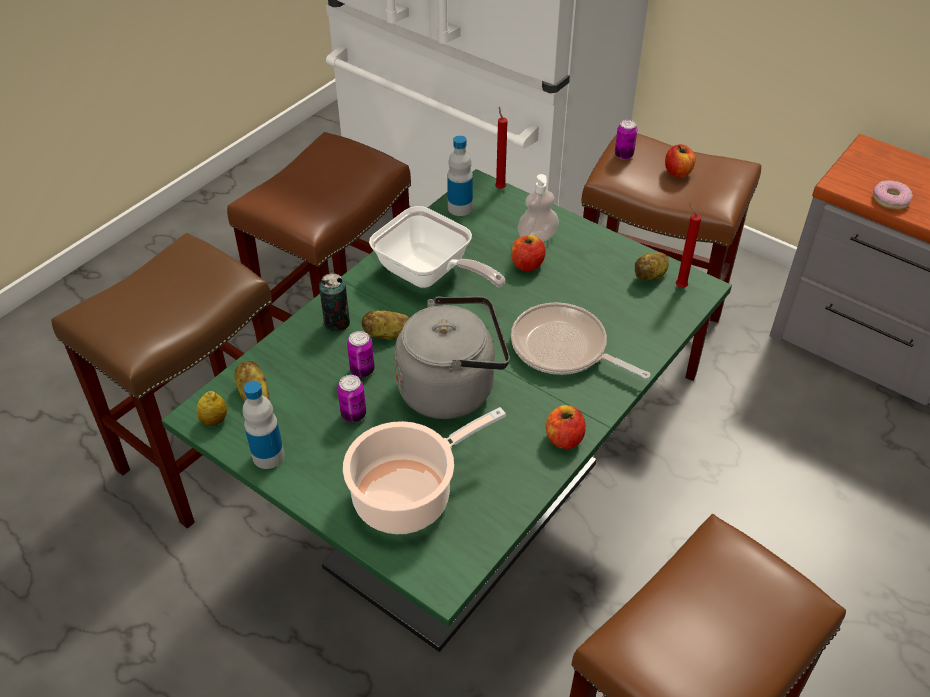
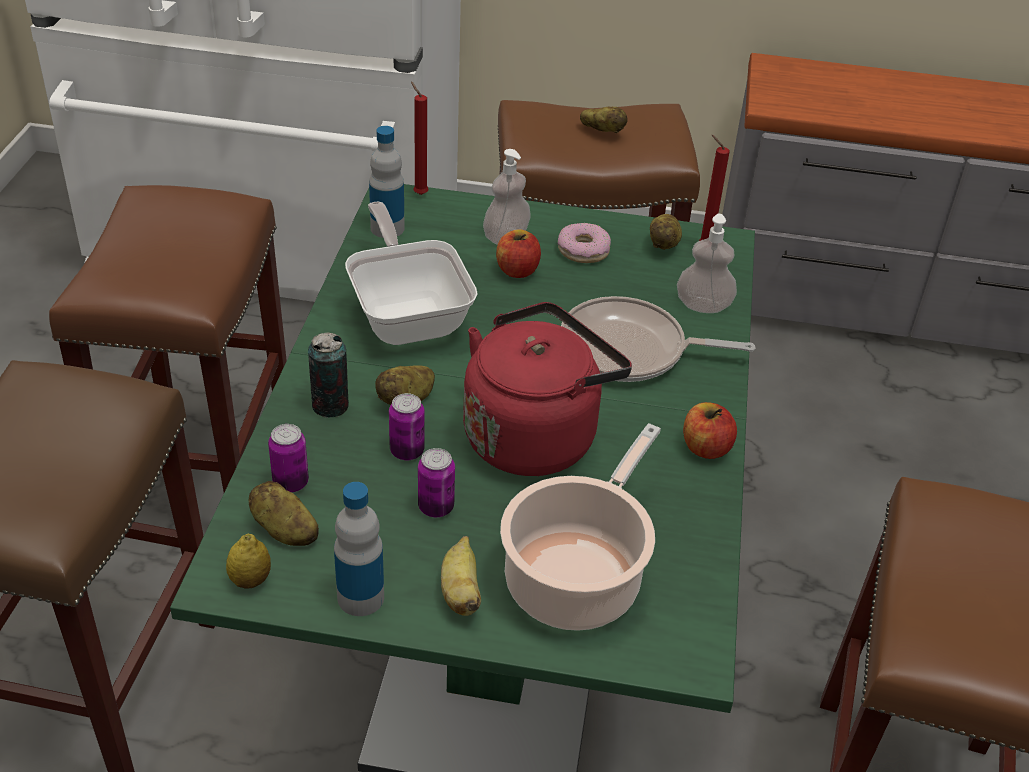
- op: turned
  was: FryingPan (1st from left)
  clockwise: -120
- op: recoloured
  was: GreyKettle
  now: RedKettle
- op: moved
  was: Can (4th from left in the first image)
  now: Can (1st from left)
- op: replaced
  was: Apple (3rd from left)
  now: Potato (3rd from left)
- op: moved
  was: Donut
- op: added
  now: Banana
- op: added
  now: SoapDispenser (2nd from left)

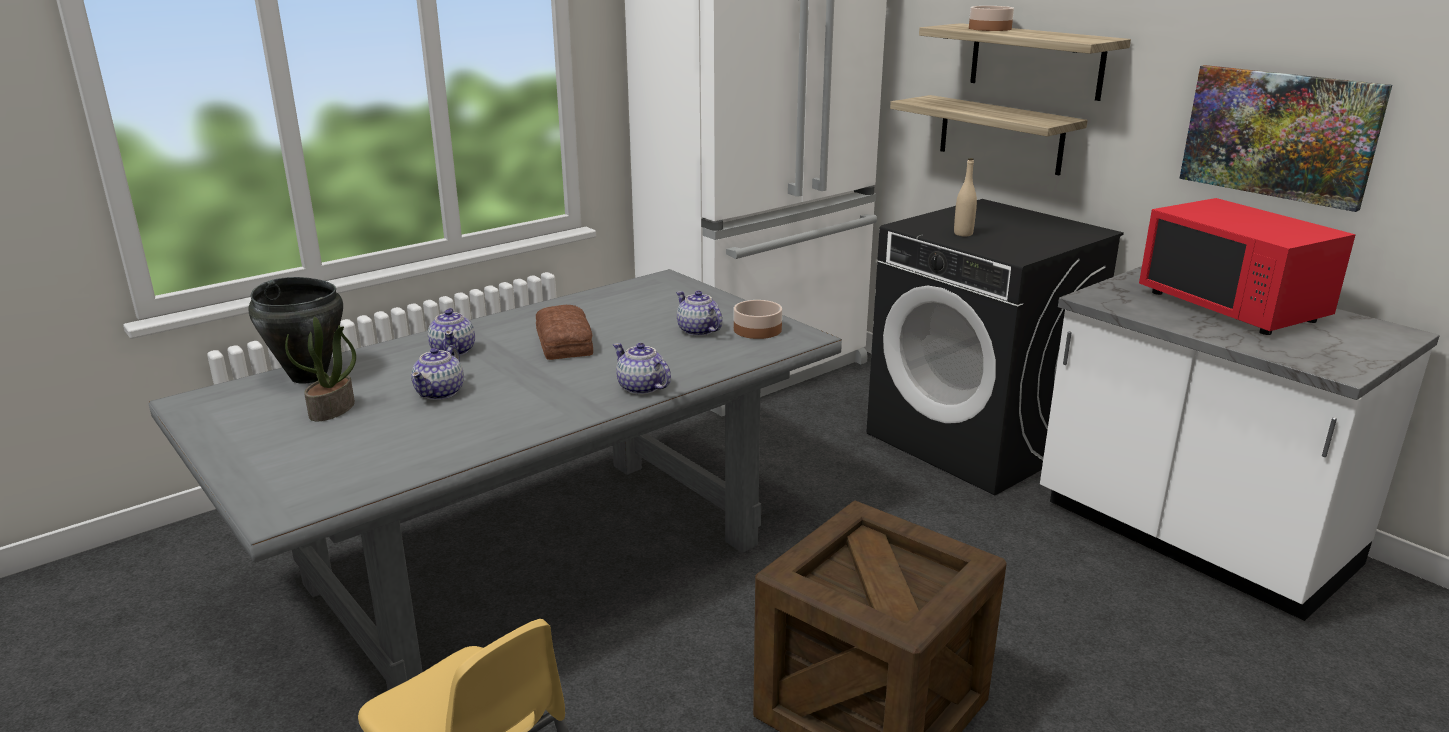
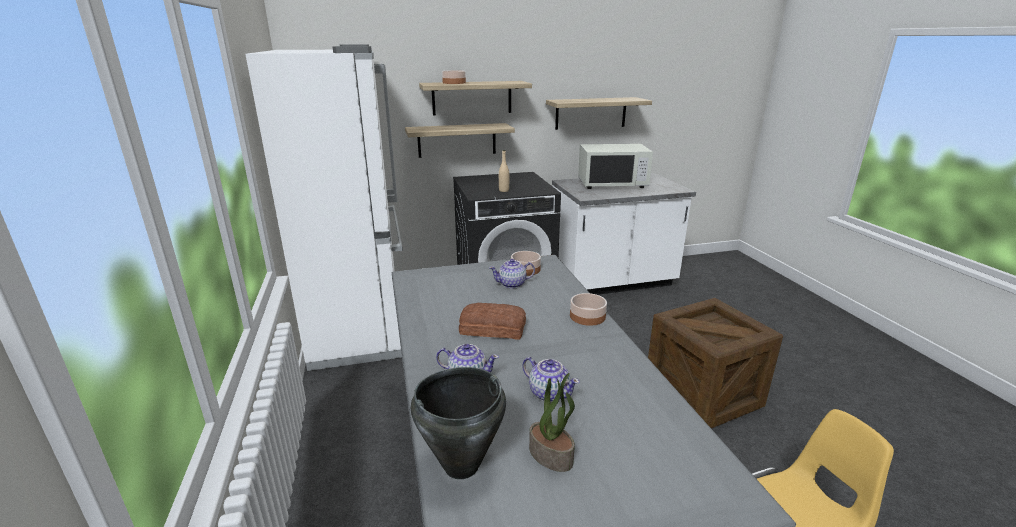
- op: replaced
  was: Teapot (3rd from left)
  now: Bowl (3rd from left)
- op: recoloured
  was: RedMicrowave
  now: WhiteMicrowave
- op: replaced
  was: Picture
  now: Shelf (3rd from left)

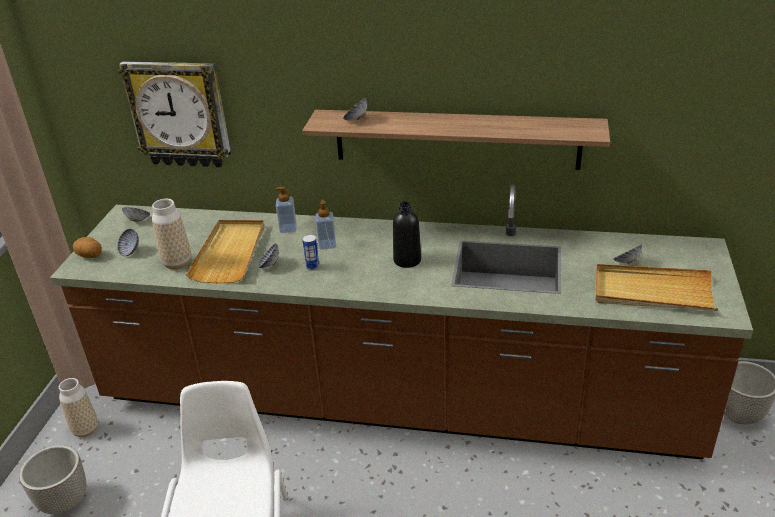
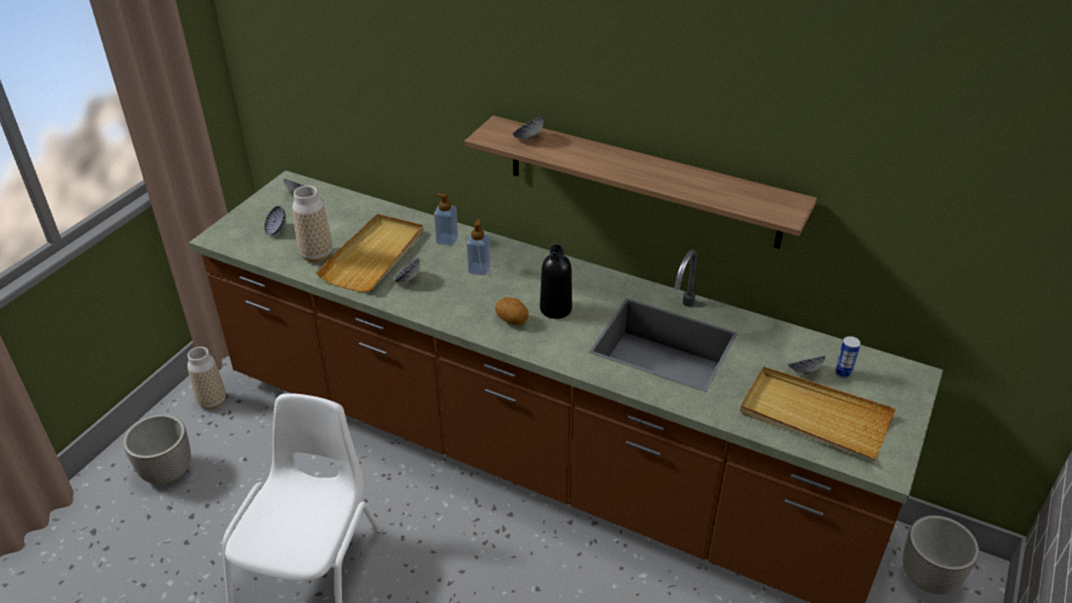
- op: moved
  was: Potato
- op: removed
  was: WallClock
- op: moved
  was: Can

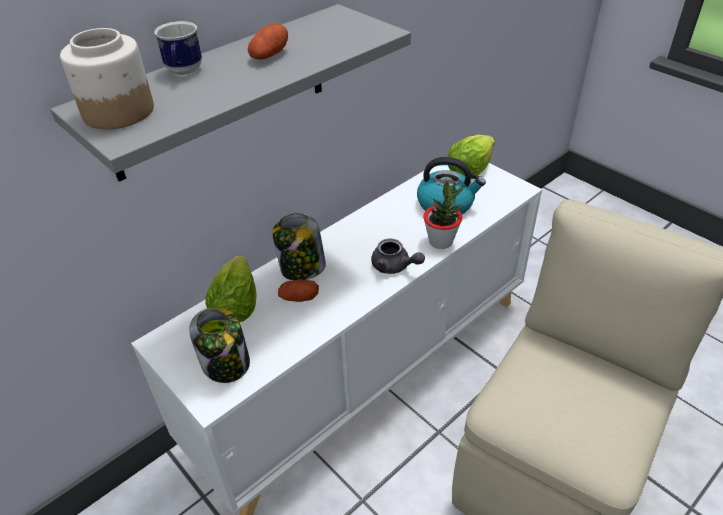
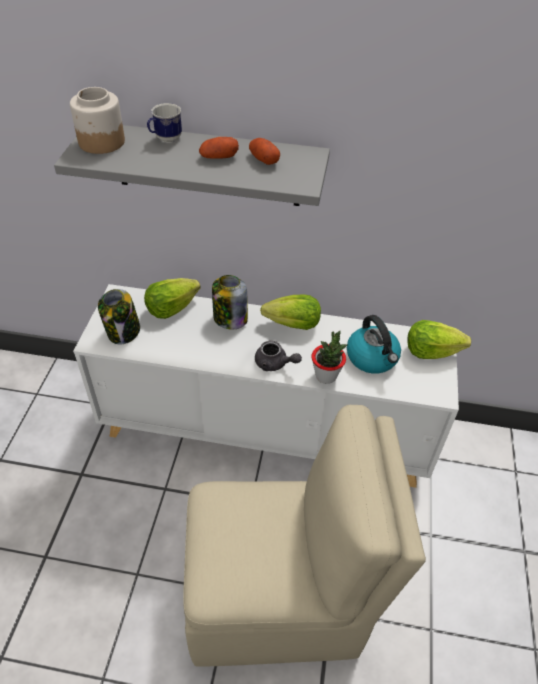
- op: moved
  was: Potato (2nd from left)
- op: turned
  was: GreyTeapot
  clockwise: -60
- op: added
  now: Lettuce (2nd from left)

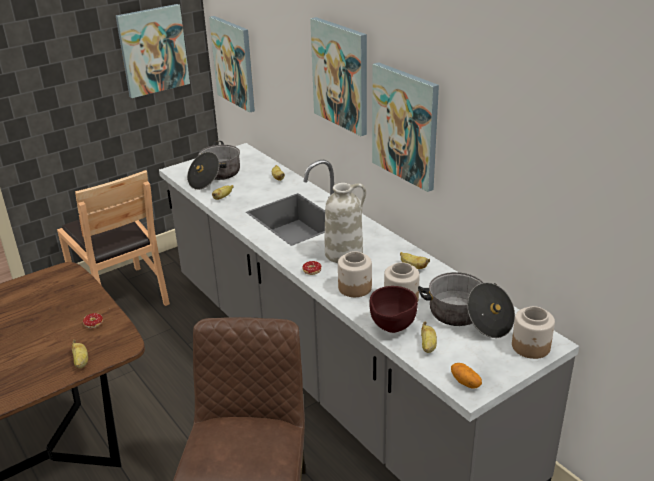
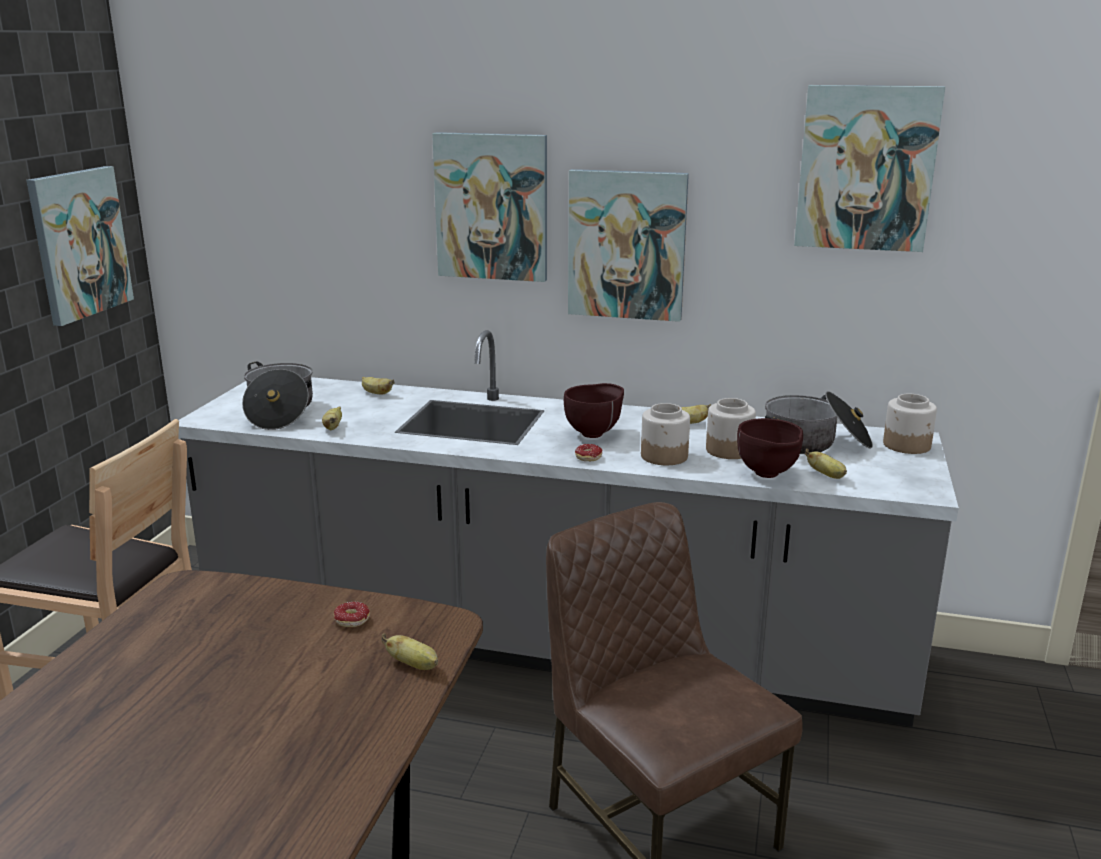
- op: moved
  was: Picture (2nd from left in the first image)
  now: Picture (4th from left)
- op: replaced
  was: WhiteVase
  now: BrownBowl (1st from left)
- op: removed
  was: Potato

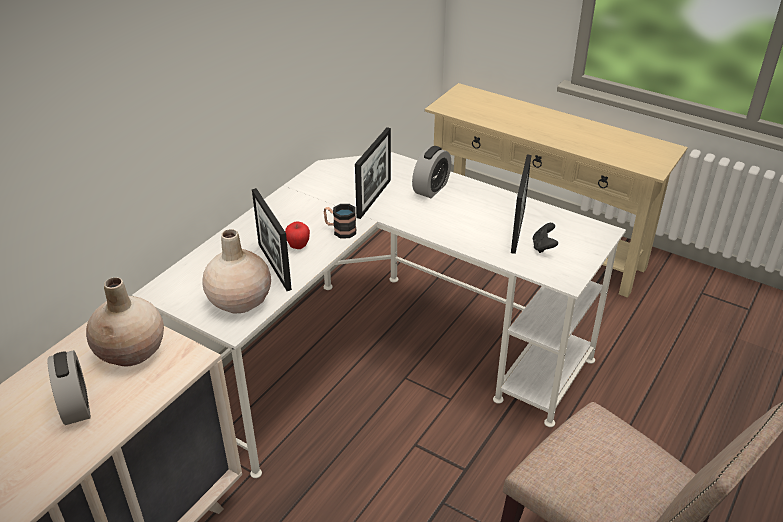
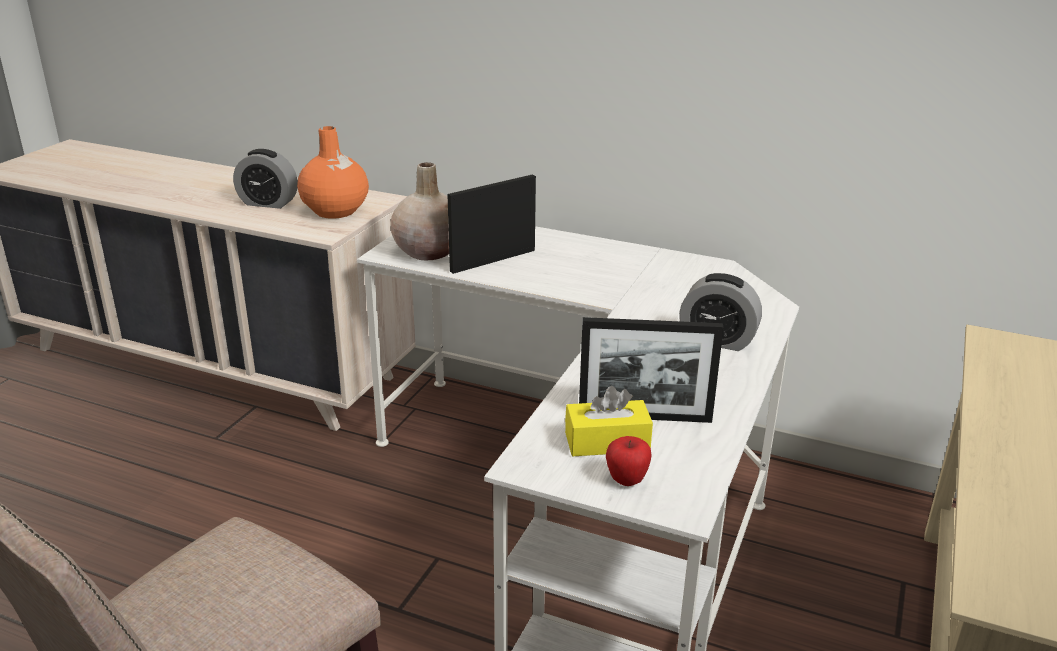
- op: turned
  was: AlarmClock (1st from left)
  clockwise: 45
- op: recoloured
  was: BeigeVase (1st from left)
  now: OrangeVase
- op: moved
  was: Apple
- op: removed
  was: Mug
- op: removed
  was: PictureFrame (2nd from left)
- op: replaced
  was: BlackGameController
  now: YellowTissueBox

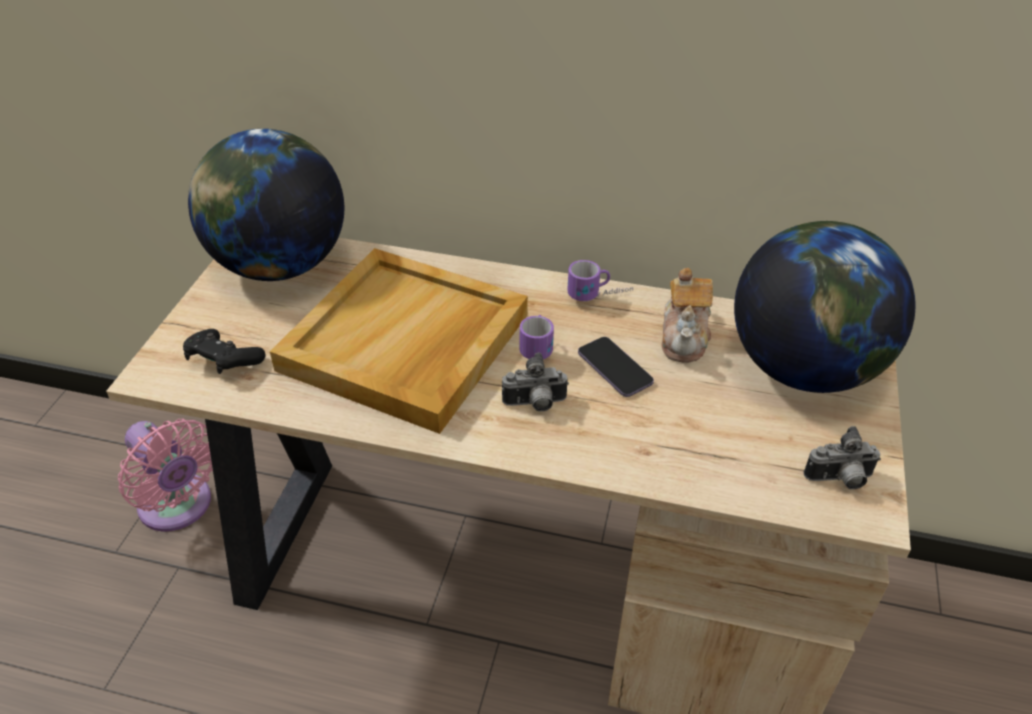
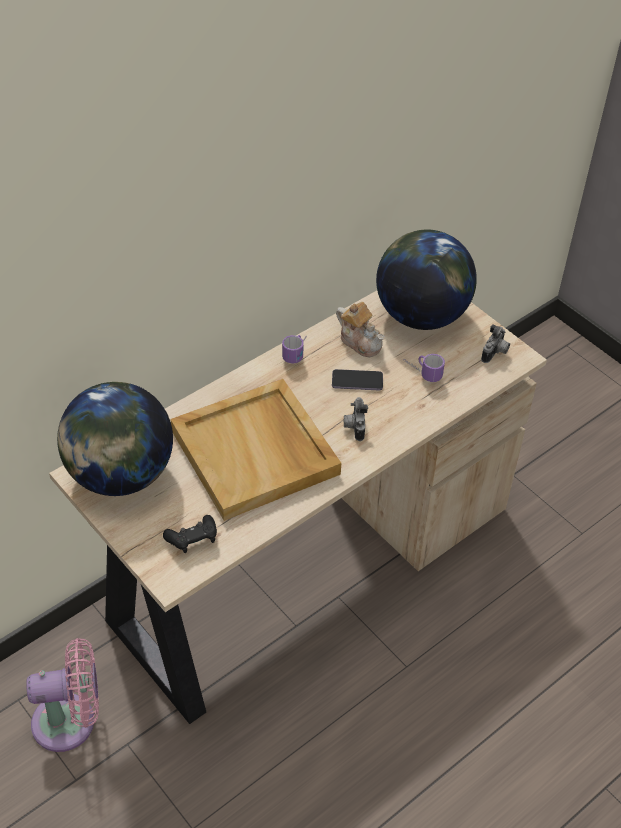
- op: turned
  was: PhotoCamera (1st from left)
  clockwise: 150
- op: moved
  was: Mug (1st from left in the first image)
  now: Mug (2nd from left)

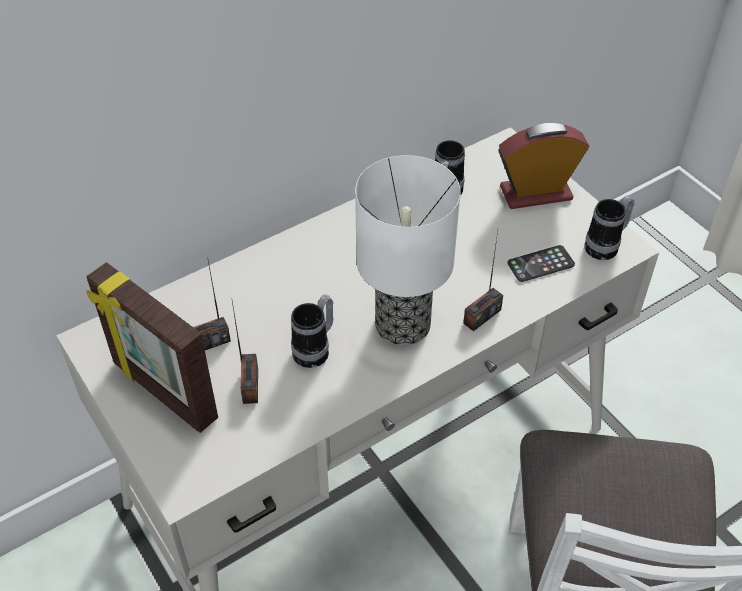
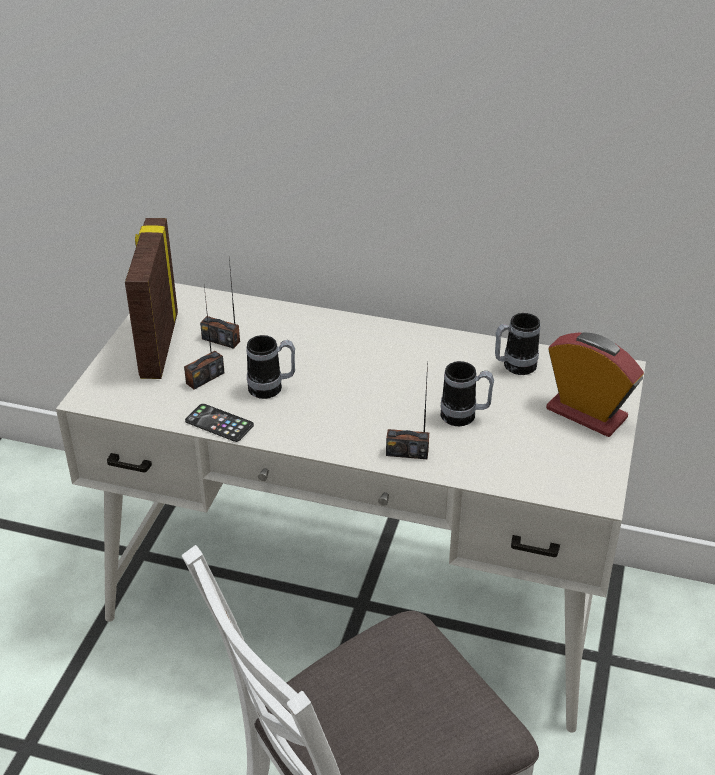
- op: removed
  was: TableLamp
- op: moved
  was: Phone
- op: moved
  was: Mug (3rd from left in the first image)
  now: Mug (2nd from left)

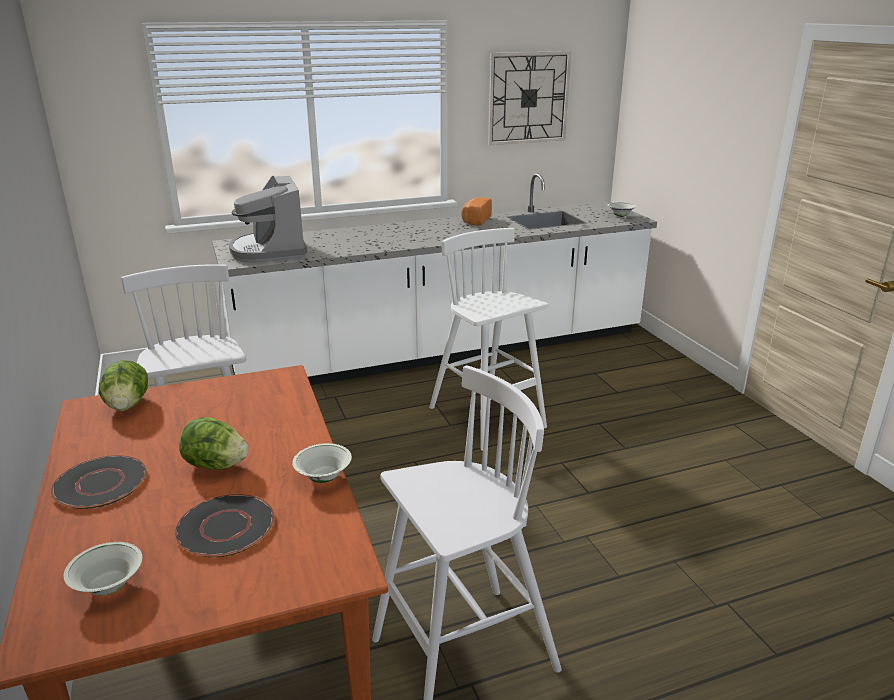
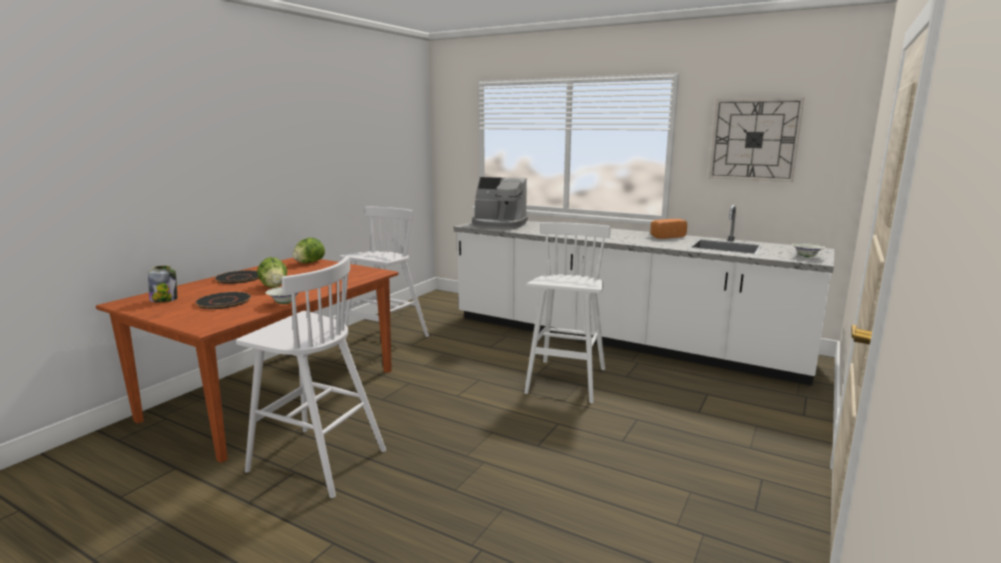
- op: replaced
  was: WhiteBowl (1st from left)
  now: Jar
- op: turned
  was: CoffeeMachine
  clockwise: -105

